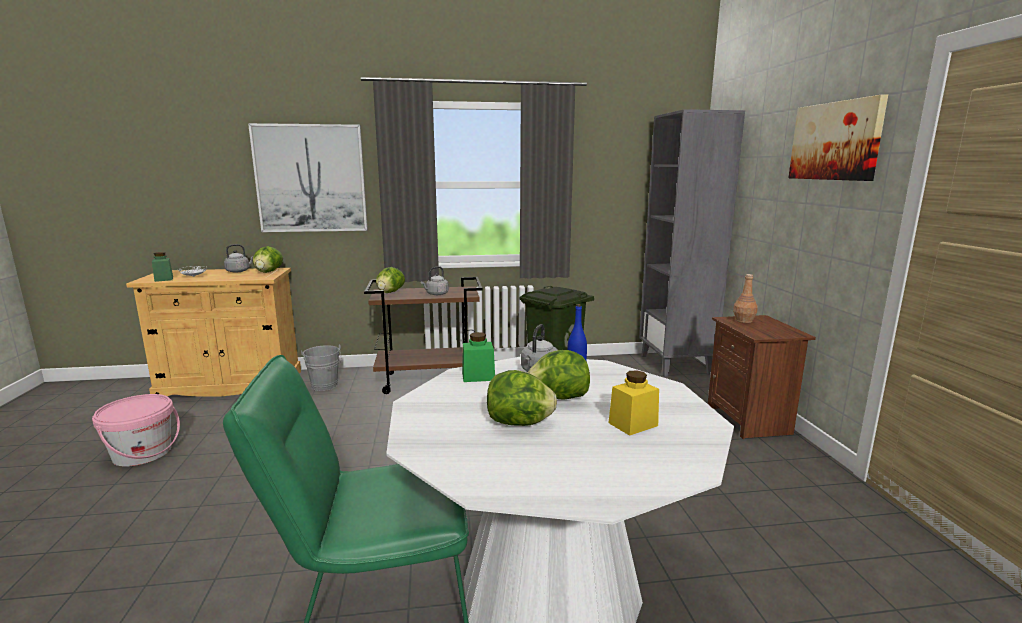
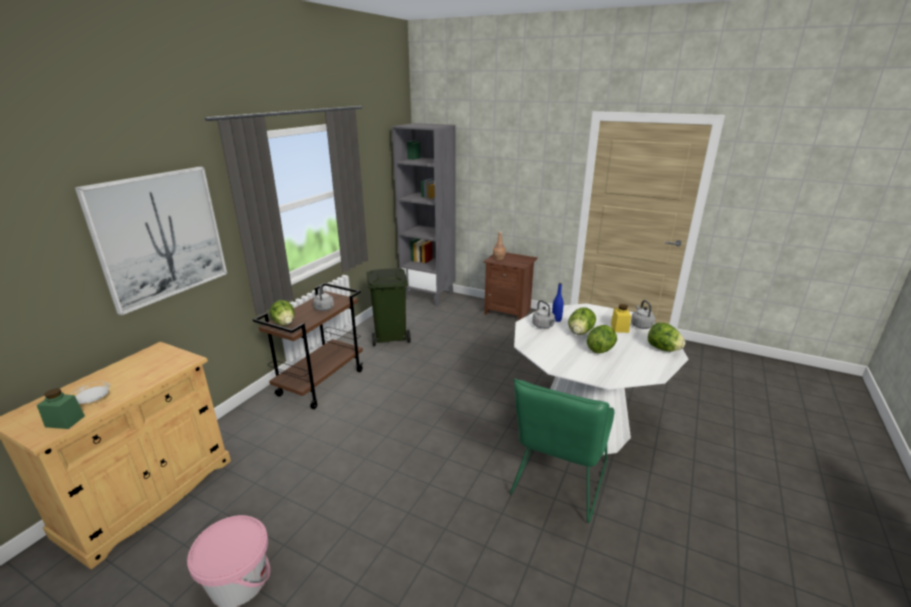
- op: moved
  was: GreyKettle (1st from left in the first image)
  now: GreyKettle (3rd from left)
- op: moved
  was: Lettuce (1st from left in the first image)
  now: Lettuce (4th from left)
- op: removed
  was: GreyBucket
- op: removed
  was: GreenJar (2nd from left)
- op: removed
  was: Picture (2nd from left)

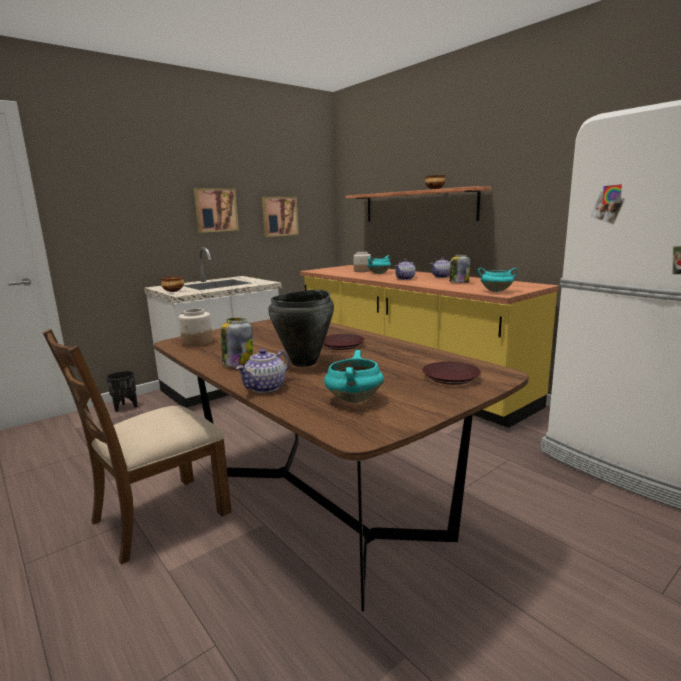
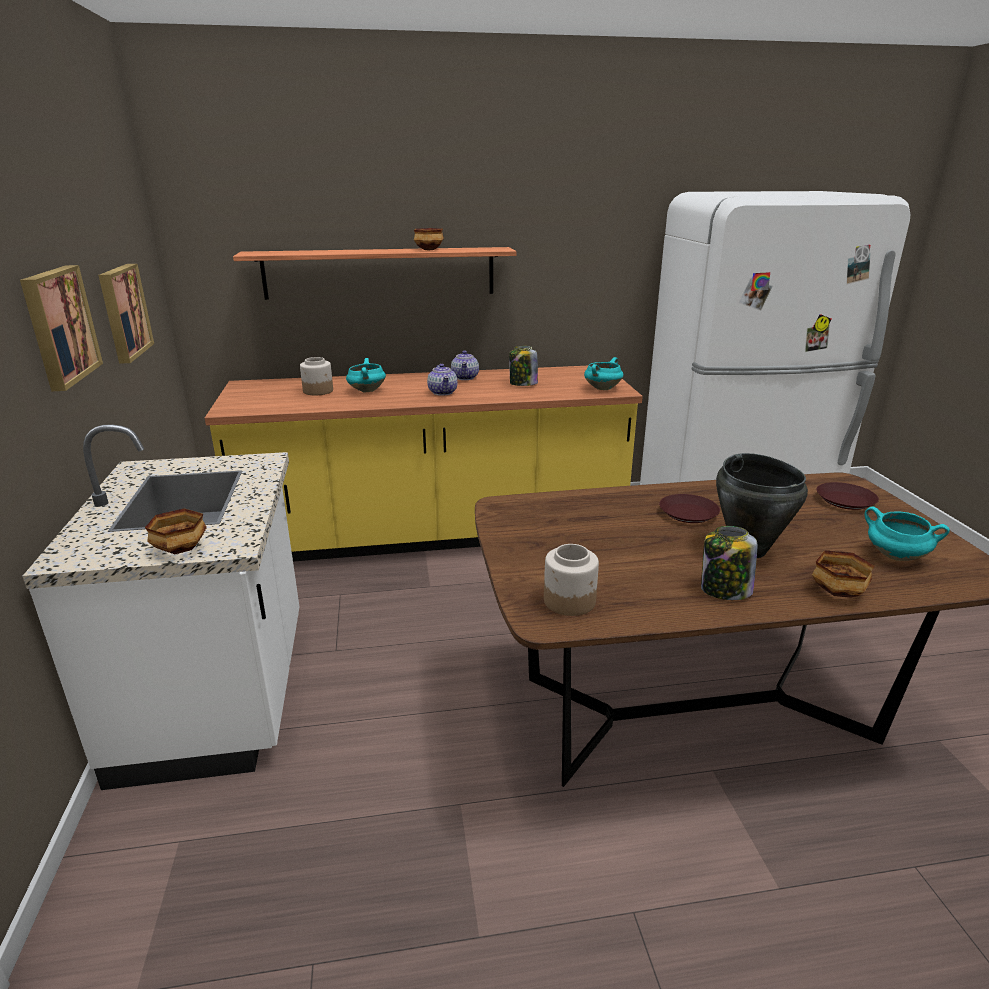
- op: removed
  was: BrownChair
- op: removed
  was: BlackPlanter
- op: replaced
  was: Teapot (1st from left)
  now: Bowl (3rd from left)

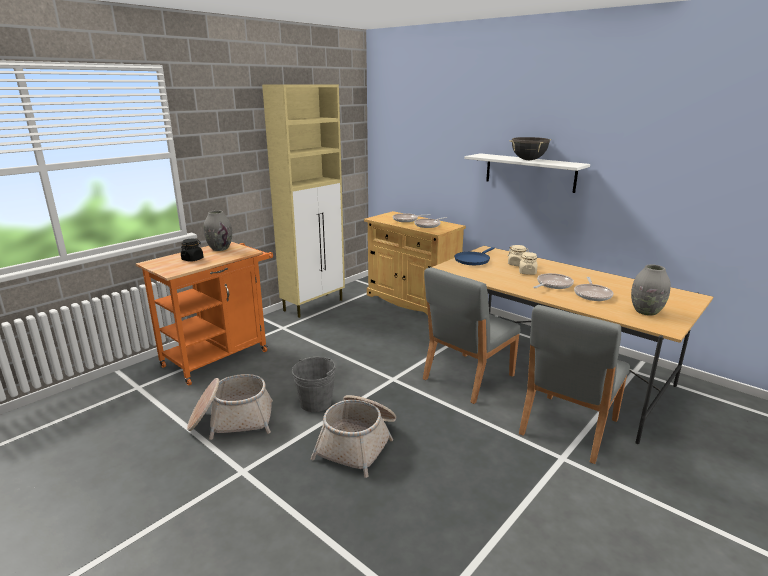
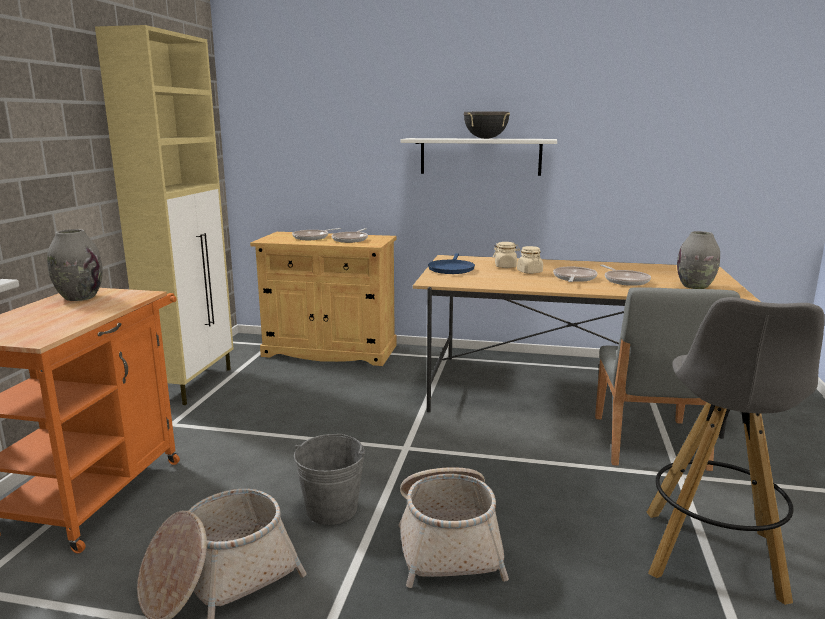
- op: removed
  was: BlackJar
- op: removed
  was: GreyChair (1st from left)
- op: added
  now: GreyStool

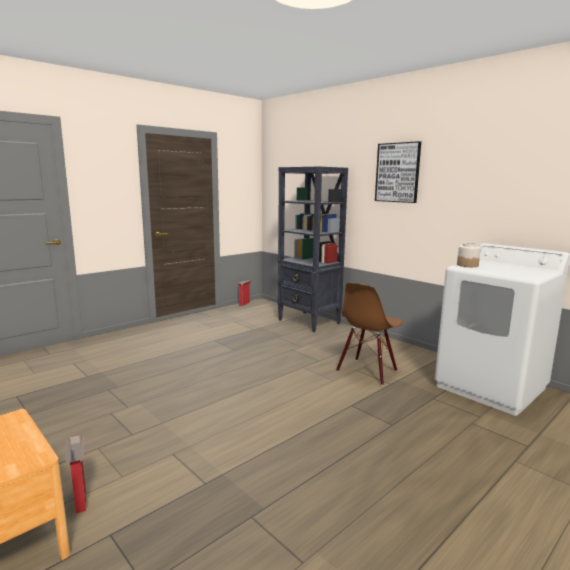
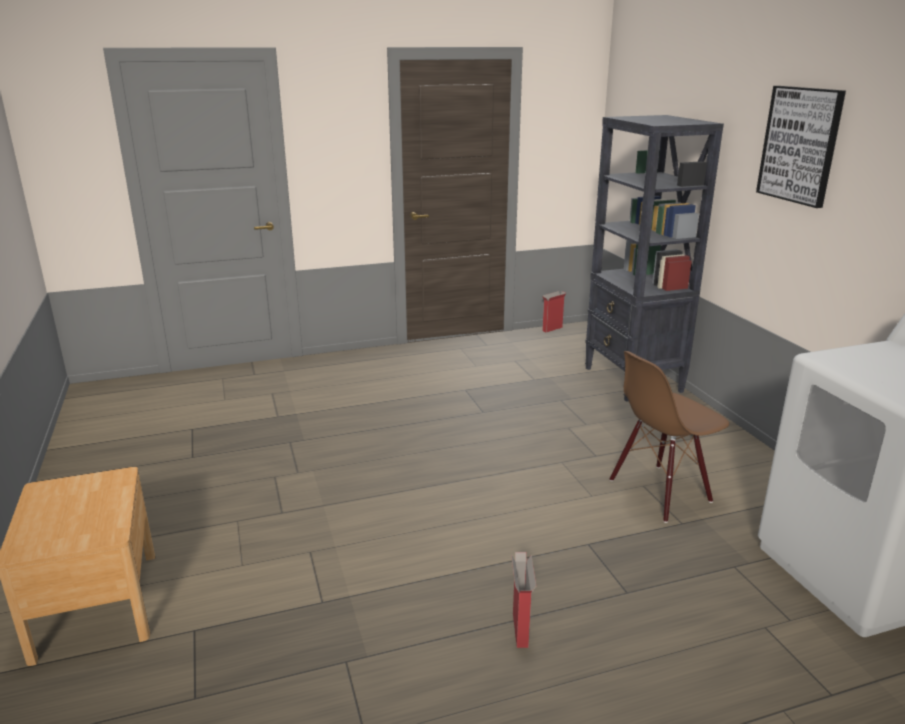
- op: moved
  was: CardboardBox (1st from left)
- op: removed
  was: Jar

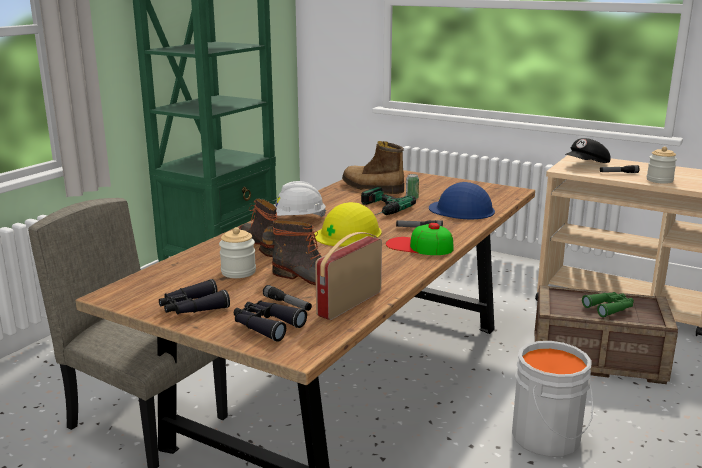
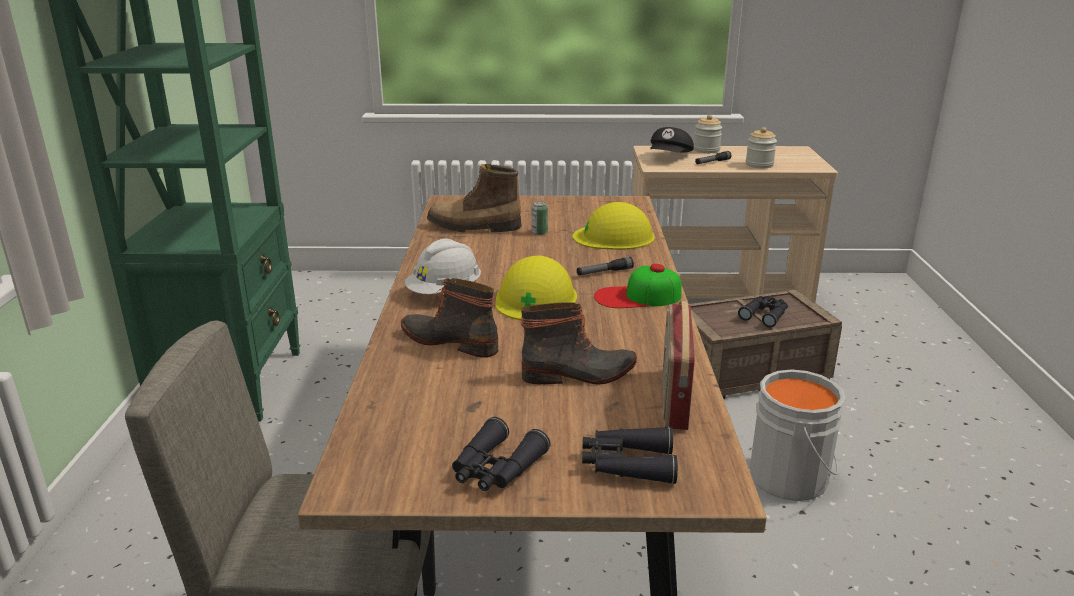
- op: moved
  was: Jar (1st from left)
- op: removed
  was: Flashlight (1st from left)
- op: removed
  was: PowerDrill
- op: recoloured
  was: BlueHardHat
  now: YellowHardHat (2nd from left)
- op: recoloured
  was: GreenBinoculars
  now: BlackBinoculars (3rd from left)

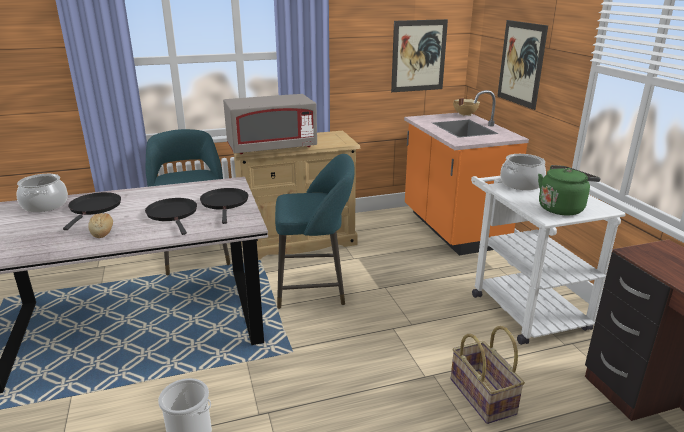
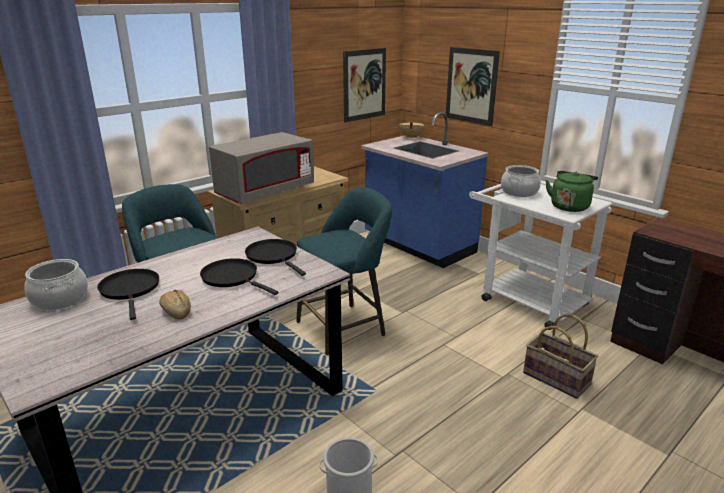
- op: recoloured
  was: OrangeCounter
  now: BlueCounter

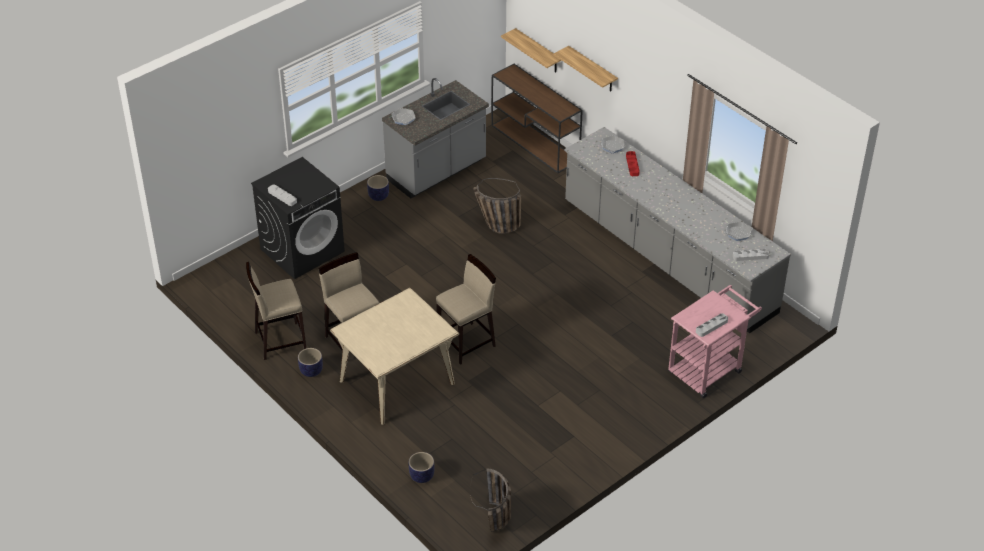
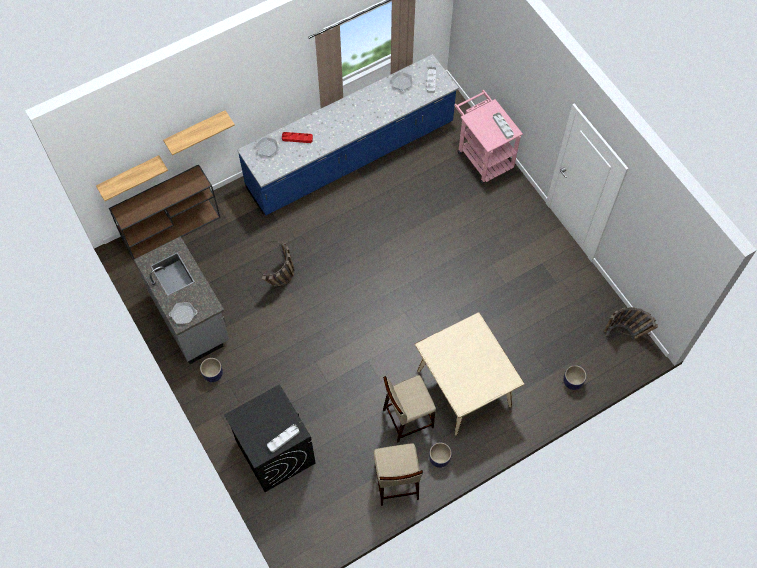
- op: removed
  was: BeigeStool (3rd from left)
- op: recoloured
  was: GreyCounter (2nd from left)
  now: BlueCounter

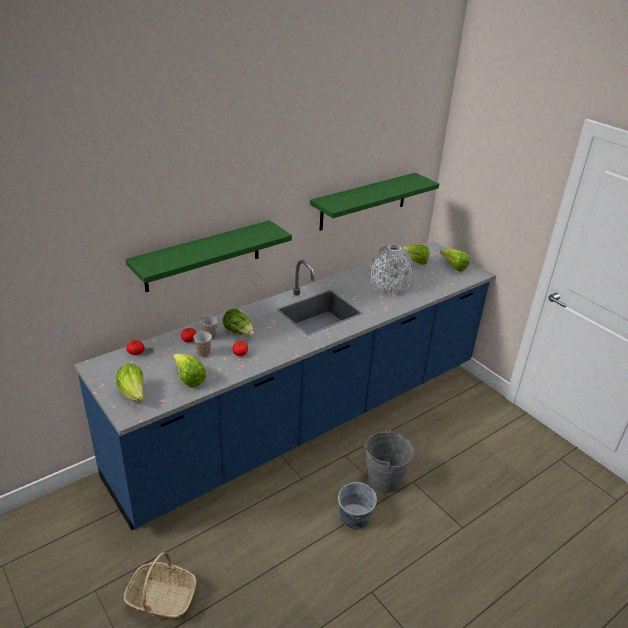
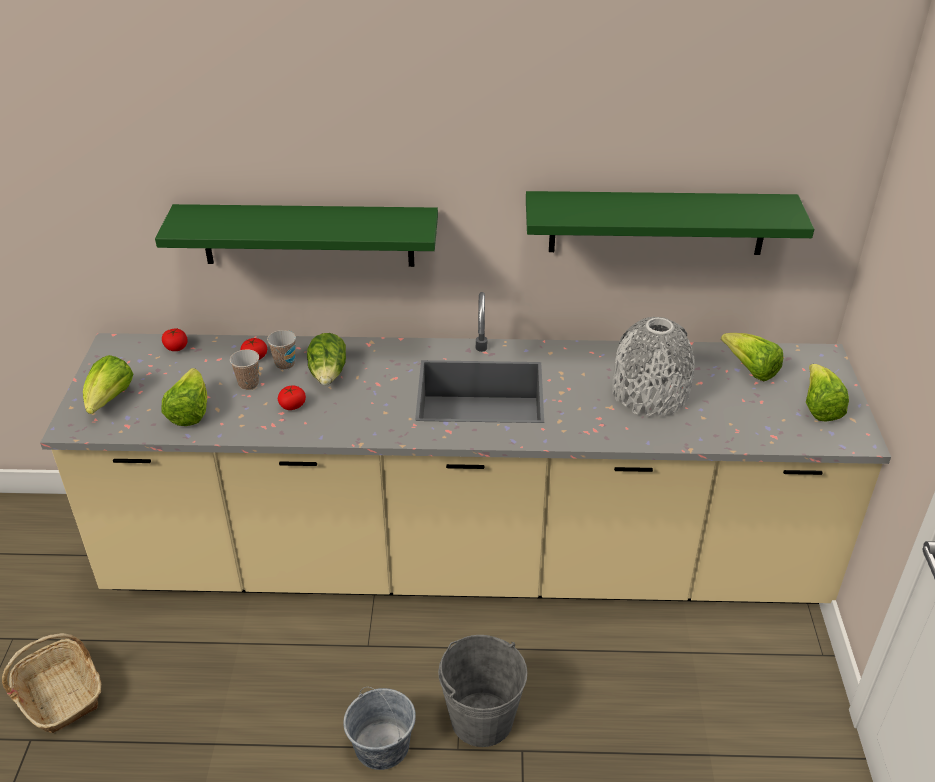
- op: recoloured
  was: BlueCounter
  now: BeigeCounter

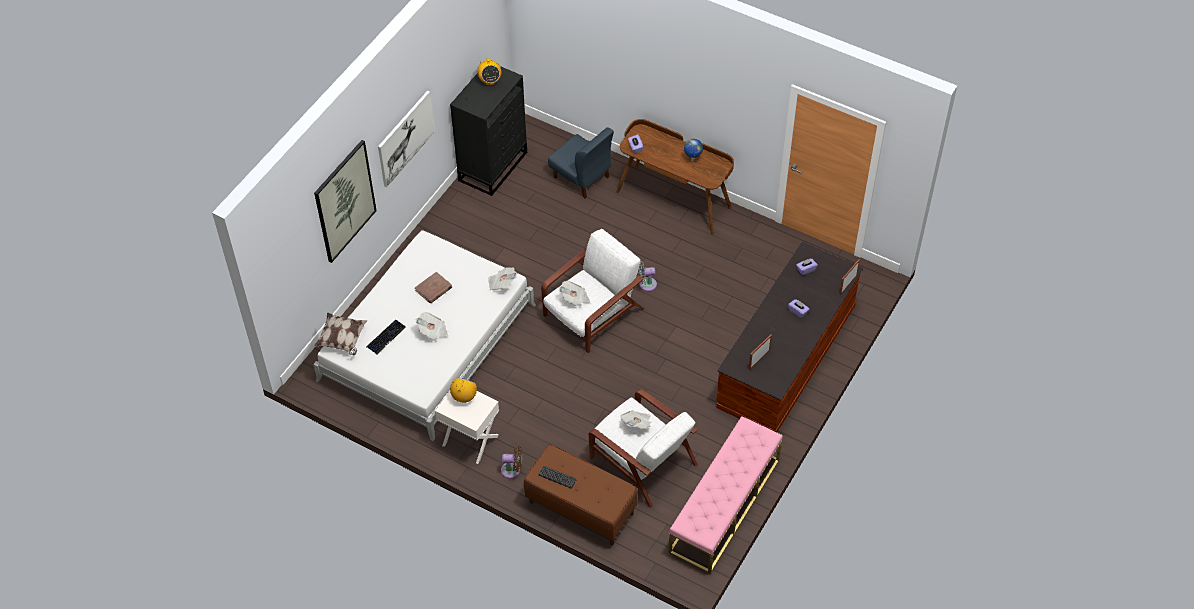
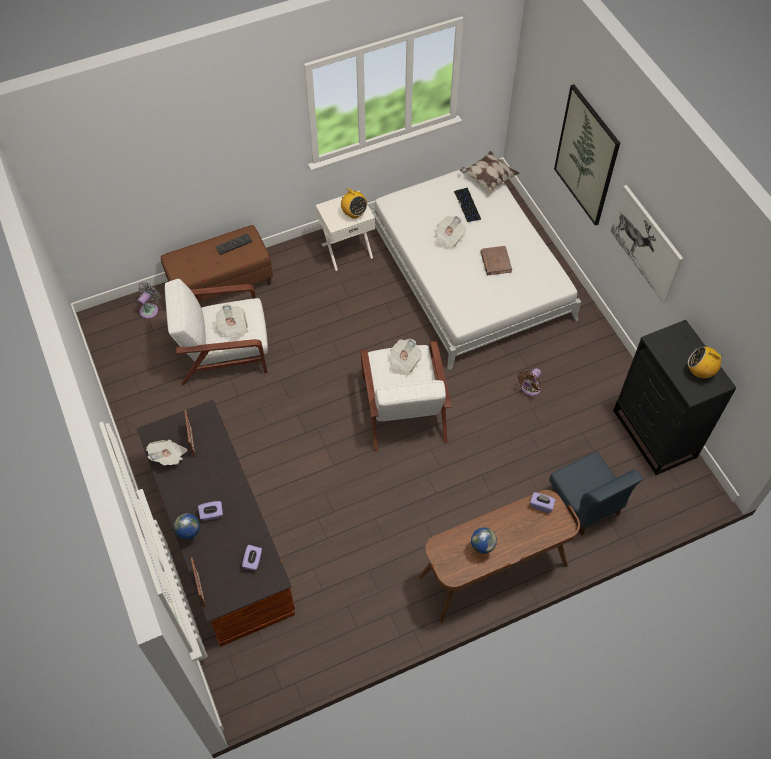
- op: moved
  was: Newspaper (2nd from left in the first image)
  now: Newspaper (1st from left)
- op: moved
  was: BrownFan
- op: turned
  was: BlueChair
  clockwise: -105
- op: moved
  was: GreyFan
- op: removed
  was: PinkBench
- op: added
  now: Globe (1st from left)

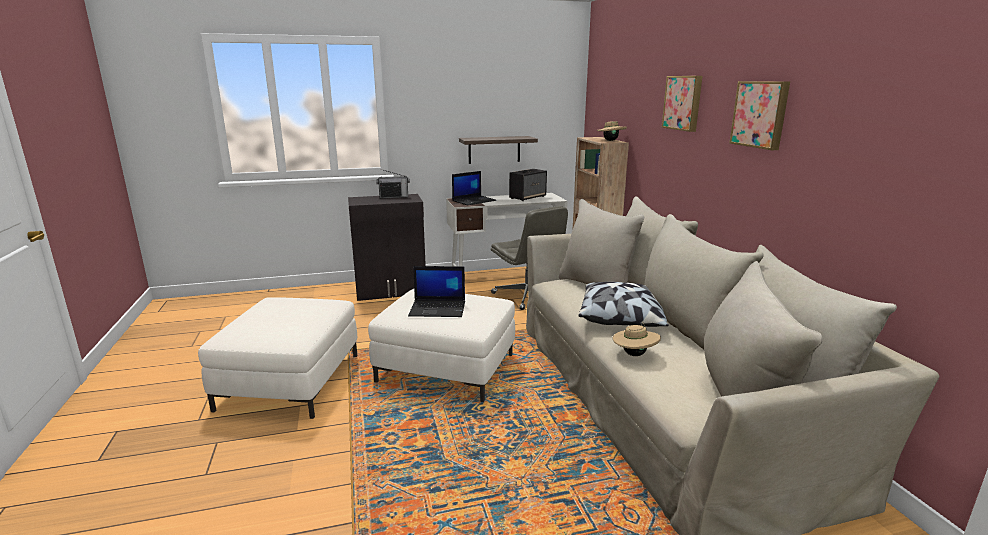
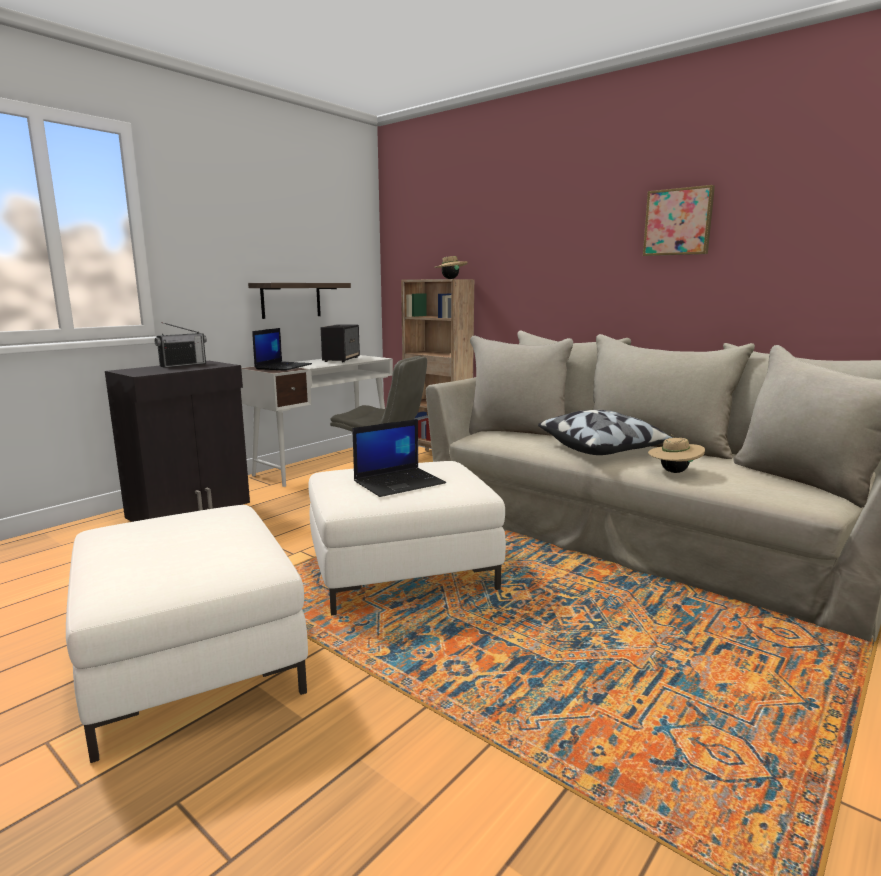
- op: removed
  was: Picture (1st from left)

